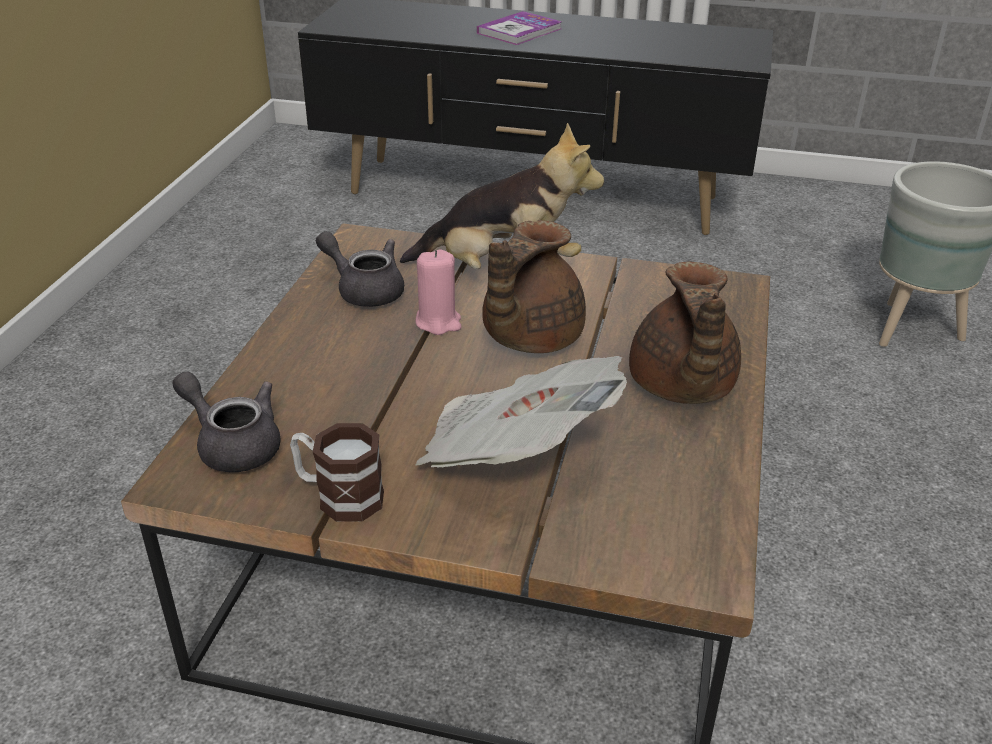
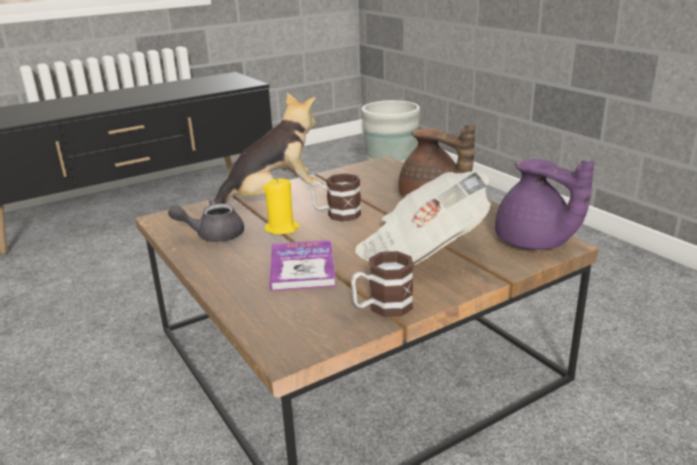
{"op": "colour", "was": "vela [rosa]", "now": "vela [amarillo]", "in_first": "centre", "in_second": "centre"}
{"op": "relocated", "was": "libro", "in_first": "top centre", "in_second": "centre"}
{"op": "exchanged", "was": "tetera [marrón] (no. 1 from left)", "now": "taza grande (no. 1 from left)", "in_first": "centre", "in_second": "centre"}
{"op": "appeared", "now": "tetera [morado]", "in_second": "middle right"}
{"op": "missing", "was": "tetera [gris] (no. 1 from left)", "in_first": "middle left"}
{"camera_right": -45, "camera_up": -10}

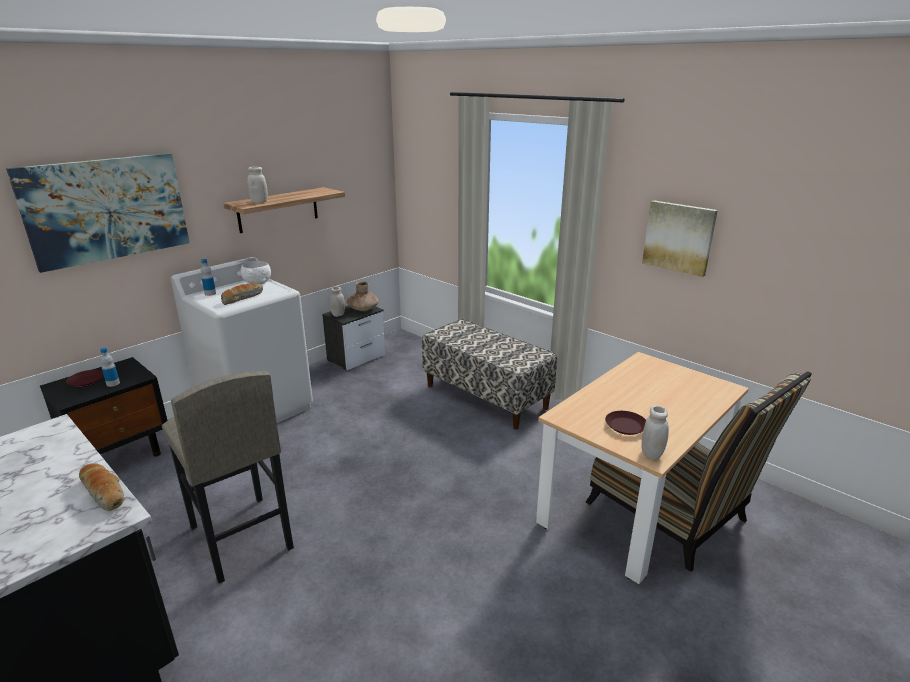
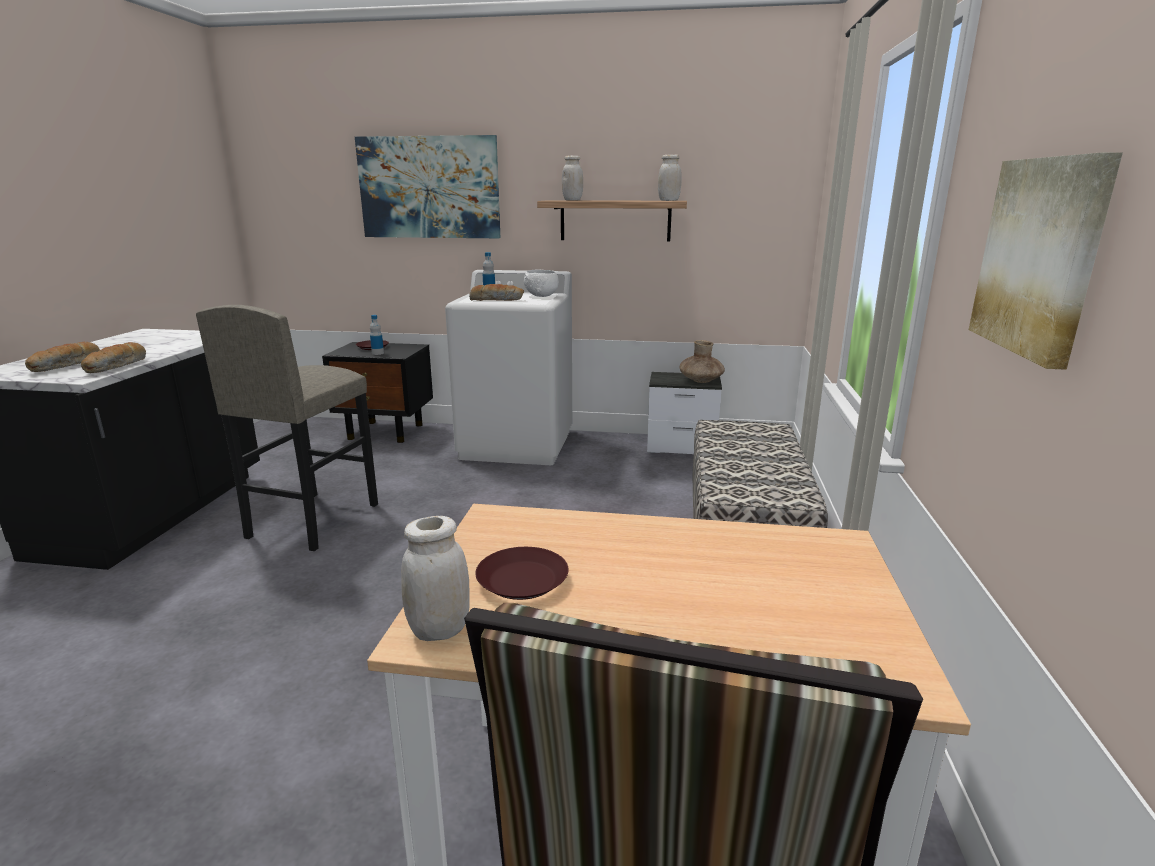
{"op": "appeared", "now": "pan (no. 1 from left)", "in_second": "middle left"}
{"op": "relocated", "was": "tarro [blanco] (no. 2 from left in the first image)", "now": "tarro [blanco] (no. 3 from left)", "in_first": "centre", "in_second": "top centre"}
{"camera_right": 55, "camera_up": -5}

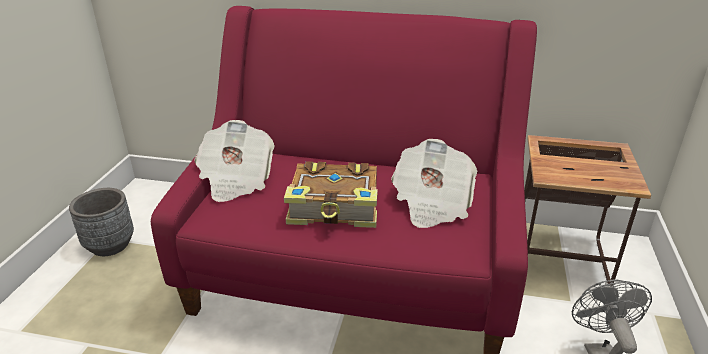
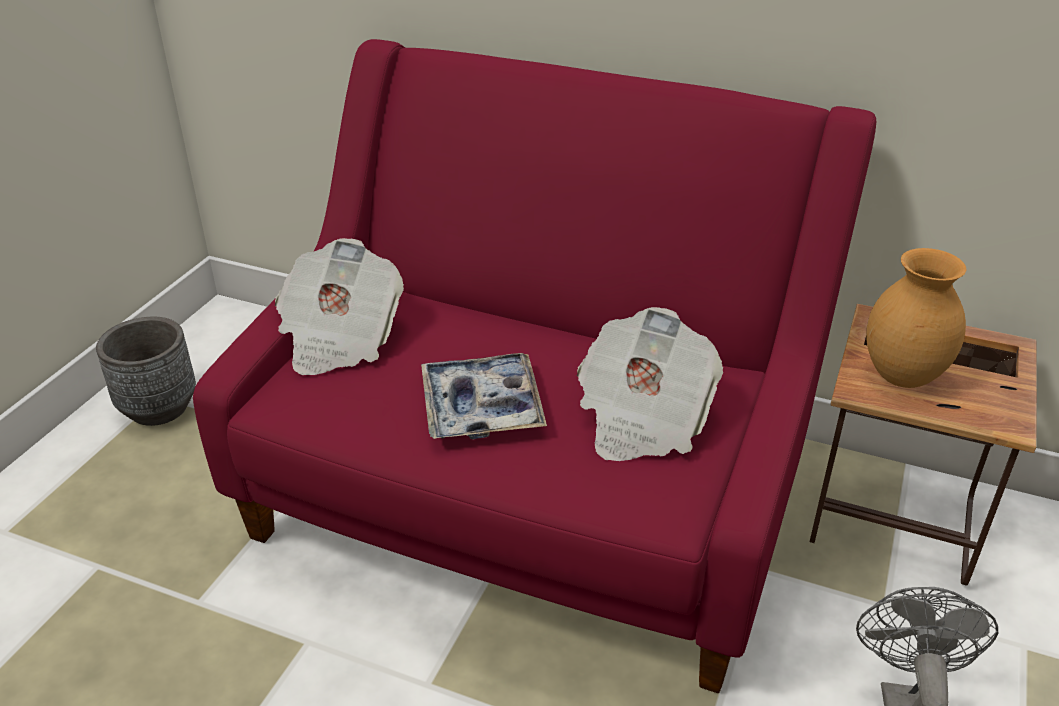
{"op": "exchanged", "was": "libro", "now": "bandeja", "in_first": "centre", "in_second": "centre"}
{"op": "appeared", "now": "florero [marrón]", "in_second": "middle right"}
{"camera_right": 10, "camera_up": 5}

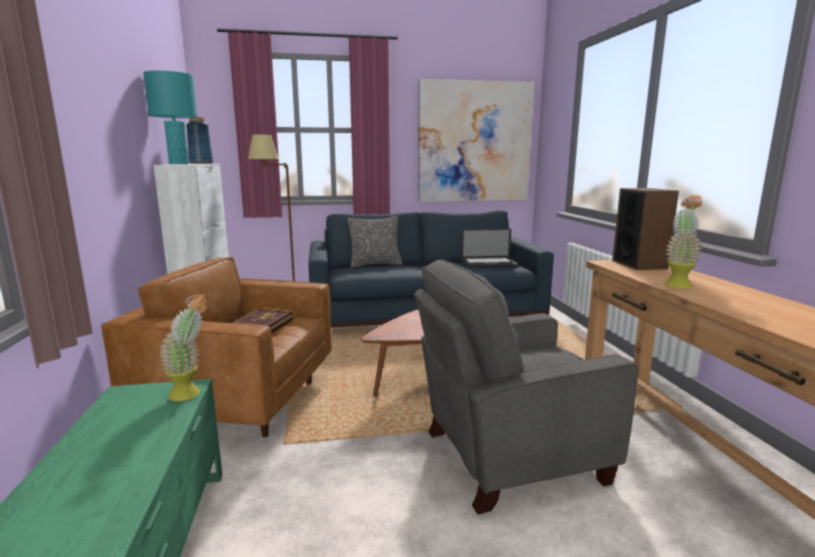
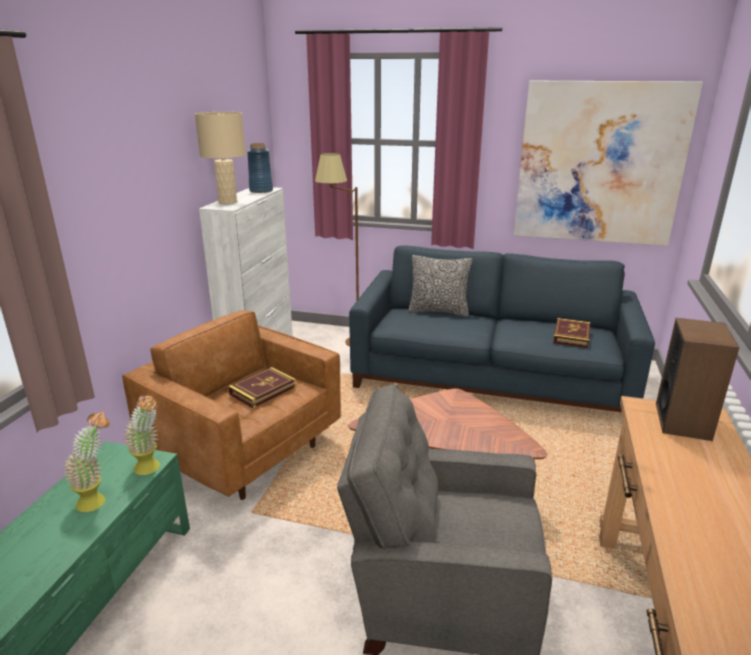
{"op": "relocated", "was": "planta en maceta (no. 2 from left in the first image)", "now": "planta en maceta (no. 1 from left)", "in_first": "middle right", "in_second": "bottom left"}
{"op": "colour", "was": "lámpara de mesa [turquesa]", "now": "lámpara de mesa [beis]", "in_first": "top left", "in_second": "top left"}
{"op": "exchanged", "was": "portátil", "now": "libro (no. 2 from left)", "in_first": "centre", "in_second": "middle right"}
{"camera_right": 25, "camera_up": 10}

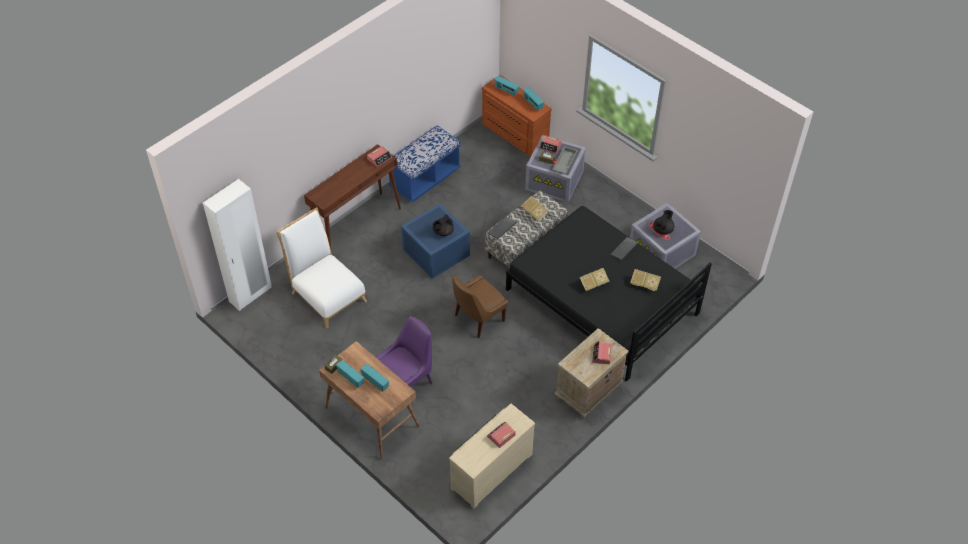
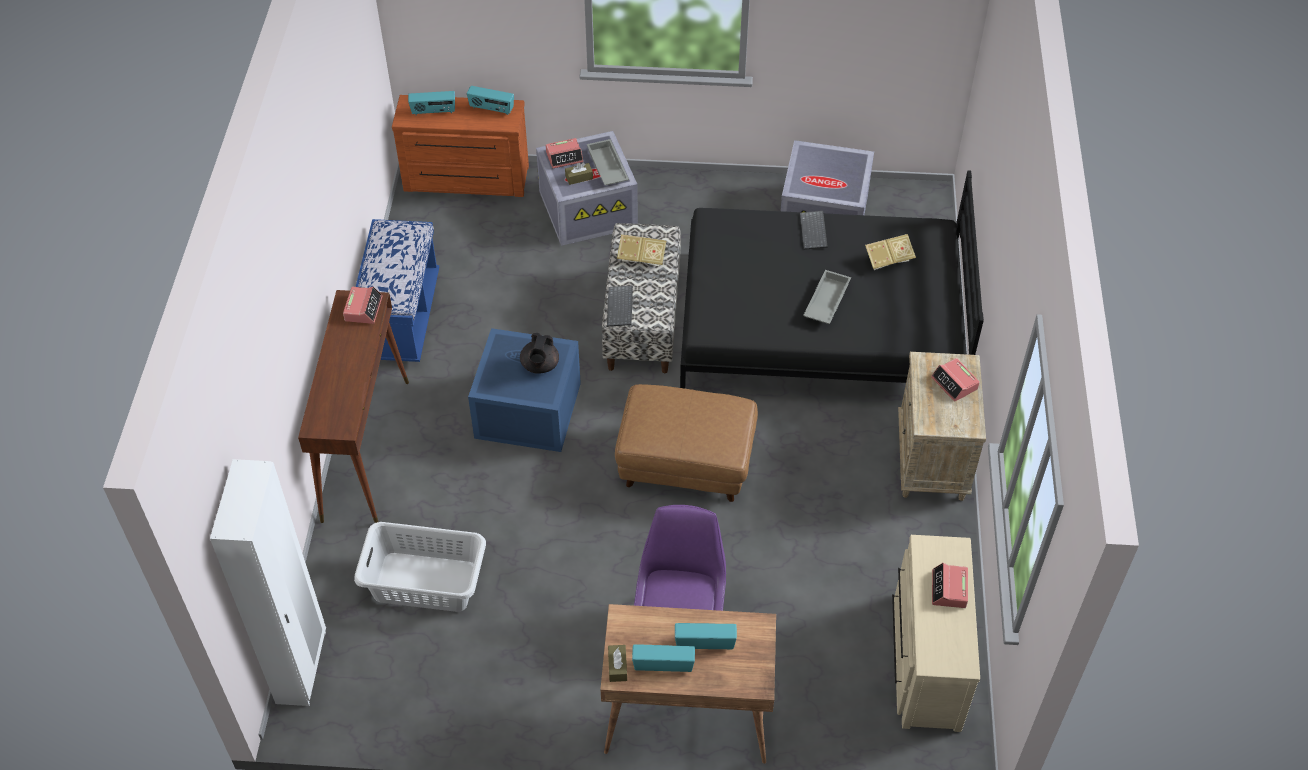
{"op": "exchanged", "was": "silla [blanco]", "now": "cesto de la ropa [gris]", "in_first": "middle left", "in_second": "bottom left"}
{"op": "exchanged", "was": "silla [marrón]", "now": "puf [marrón]", "in_first": "centre", "in_second": "centre"}
{"op": "exchanged", "was": "libro (no. 2 from left)", "now": "bandeja [gris] (no. 2 from left)", "in_first": "centre", "in_second": "centre"}
{"op": "missing", "was": "tetera [negro] (no. 2 from left)", "in_first": "middle right"}
{"camera_right": -40, "camera_up": 0}

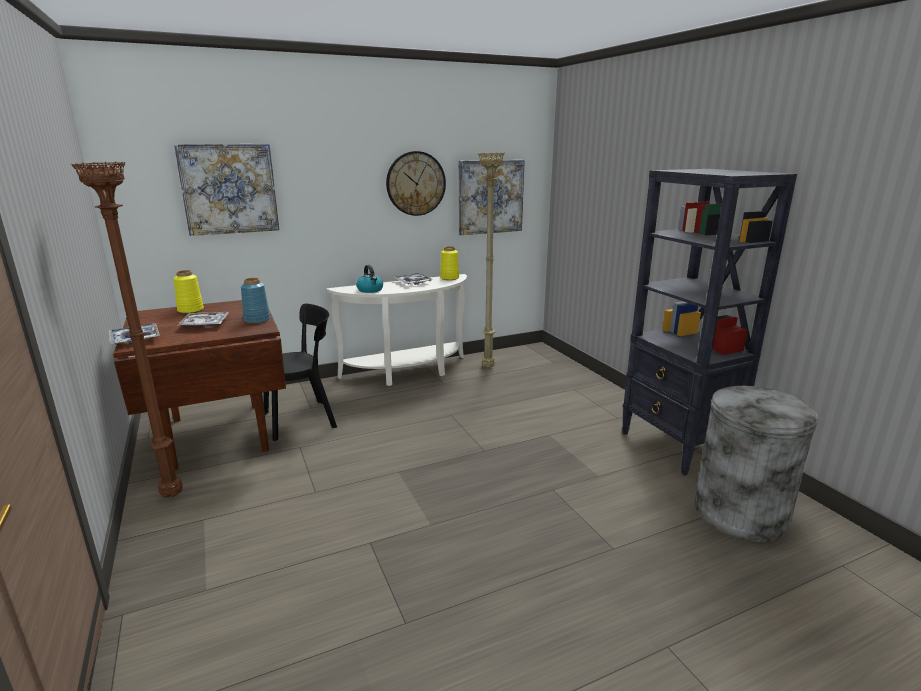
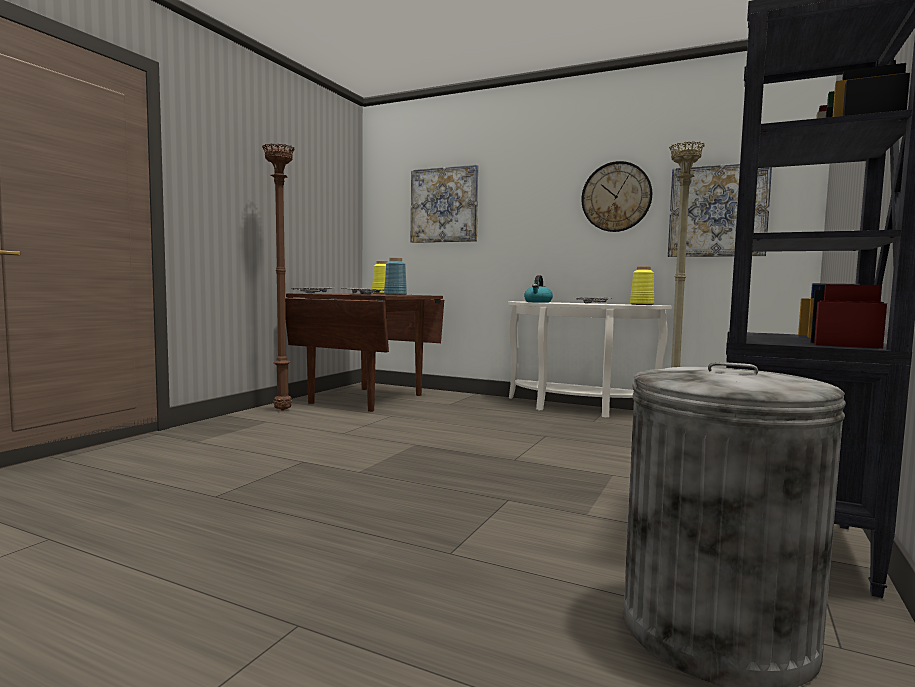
{"op": "missing", "was": "silla [negro]", "in_first": "middle left"}
{"camera_right": 50, "camera_up": -15}

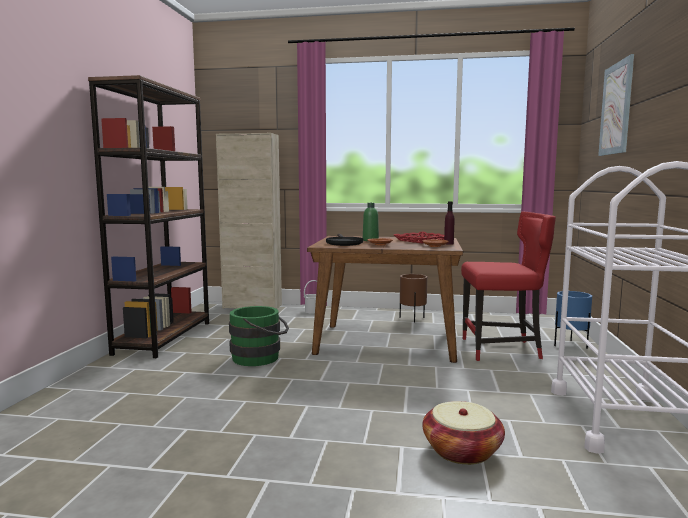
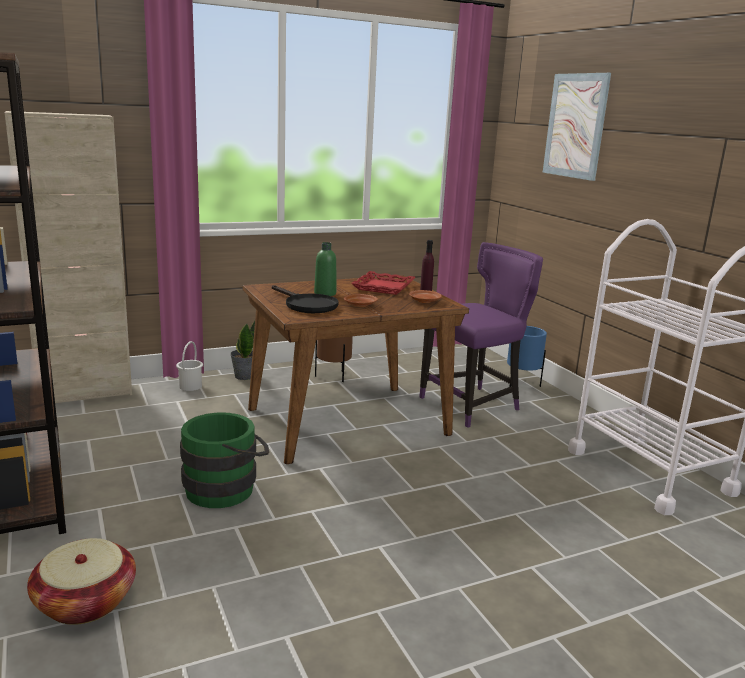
{"op": "relocated", "was": "cesta", "in_first": "bottom right", "in_second": "bottom left"}
{"op": "appeared", "now": "planta en maceta", "in_second": "middle left"}
{"op": "colour", "was": "silla [rojo]", "now": "silla [morado]", "in_first": "middle right", "in_second": "centre"}
{"camera_right": -35, "camera_up": 10}

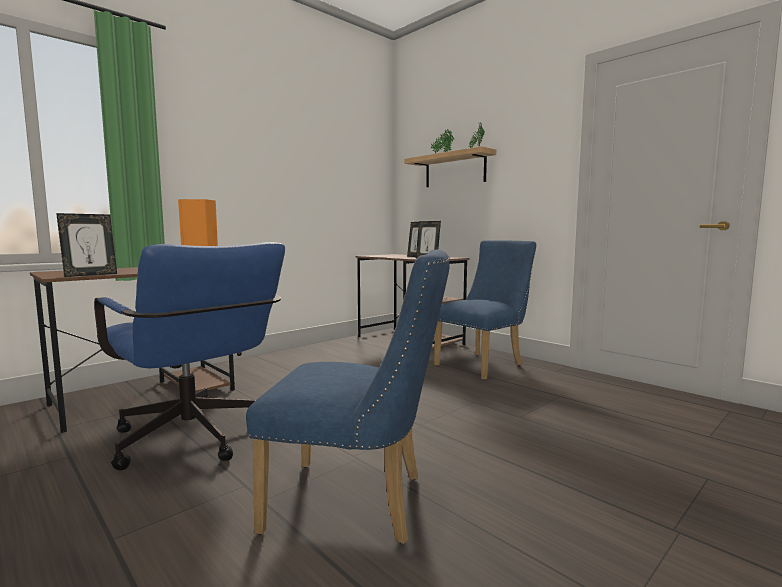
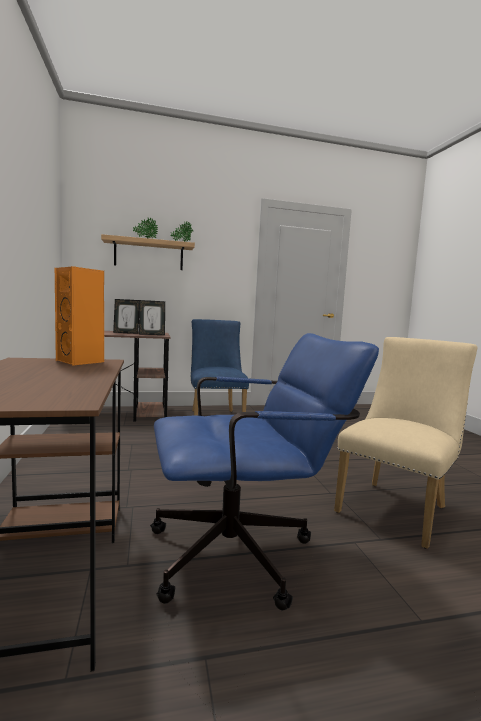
{"op": "colour", "was": "silla [azul] (no. 1 from left)", "now": "silla [beis]", "in_first": "bottom centre", "in_second": "middle right"}
{"op": "missing", "was": "portarretratos (no. 1 from left)", "in_first": "middle left"}
{"camera_right": -60, "camera_up": 0}

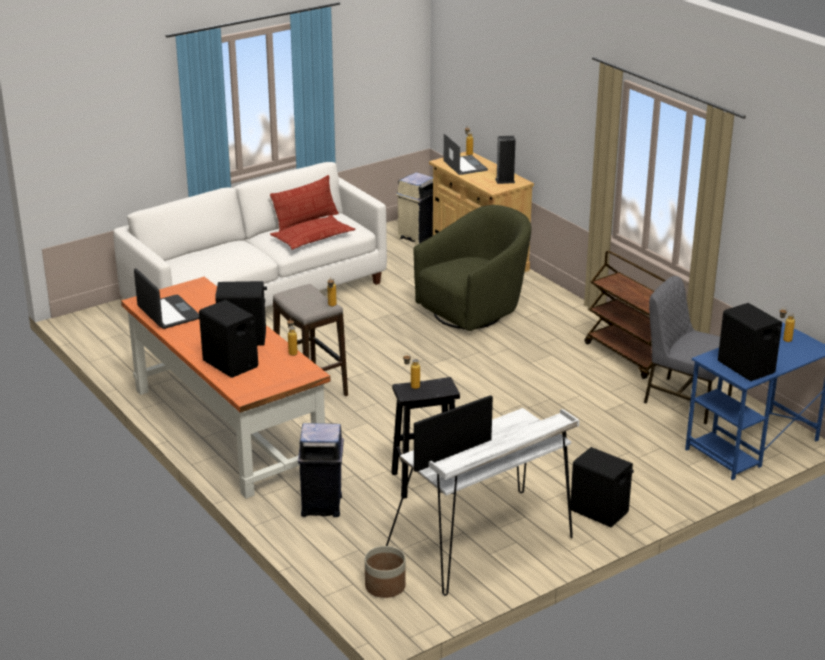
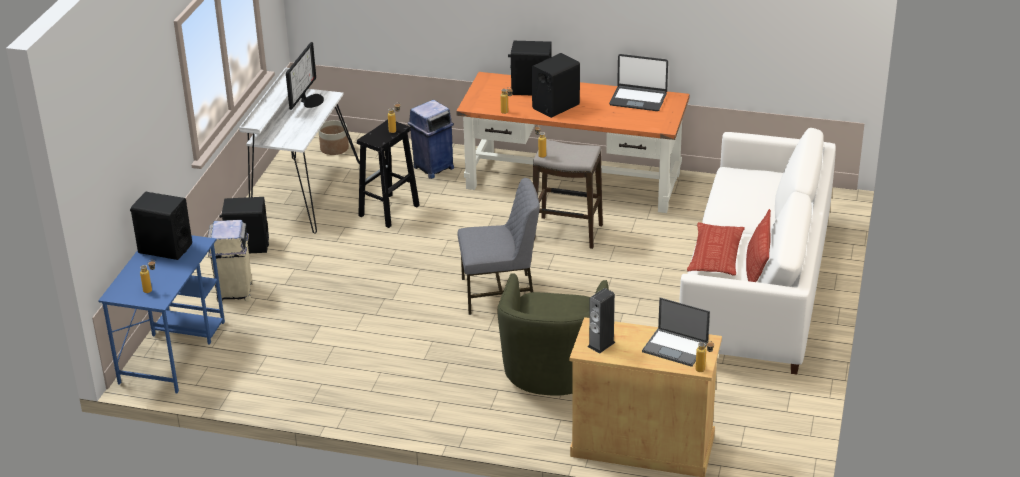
{"op": "relocated", "was": "papelera [beis]", "in_first": "top centre", "in_second": "middle left"}
{"op": "relocated", "was": "silla [gris]", "in_first": "middle right", "in_second": "centre"}
{"op": "missing", "was": "carrito [marrón]", "in_first": "middle right"}
{"camera_right": 140, "camera_up": 5}

